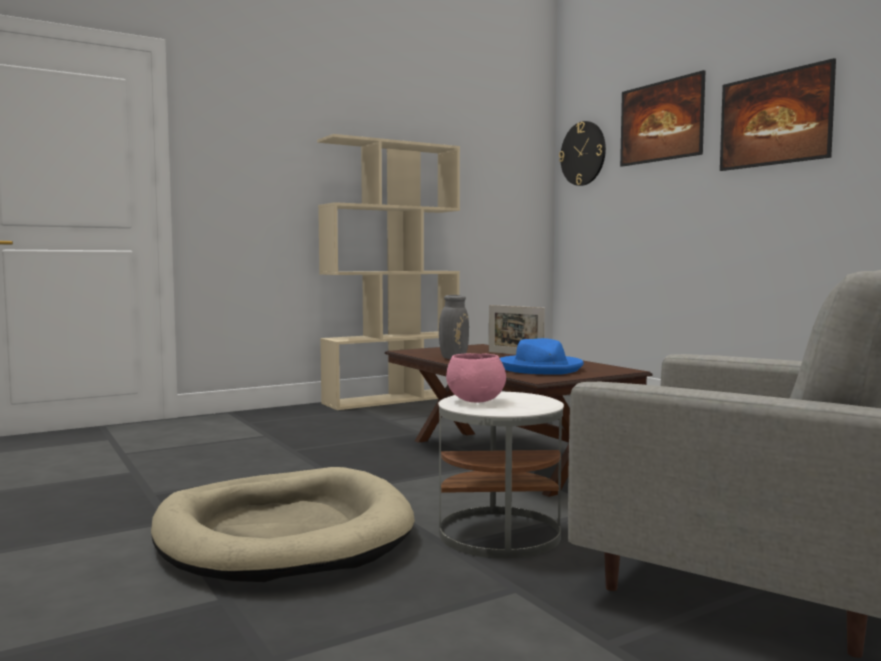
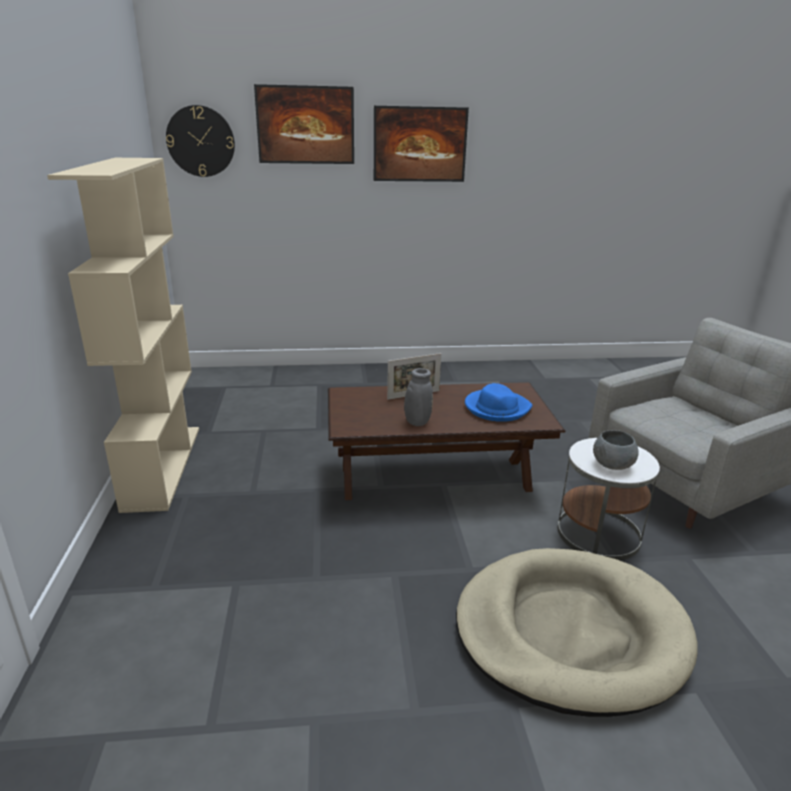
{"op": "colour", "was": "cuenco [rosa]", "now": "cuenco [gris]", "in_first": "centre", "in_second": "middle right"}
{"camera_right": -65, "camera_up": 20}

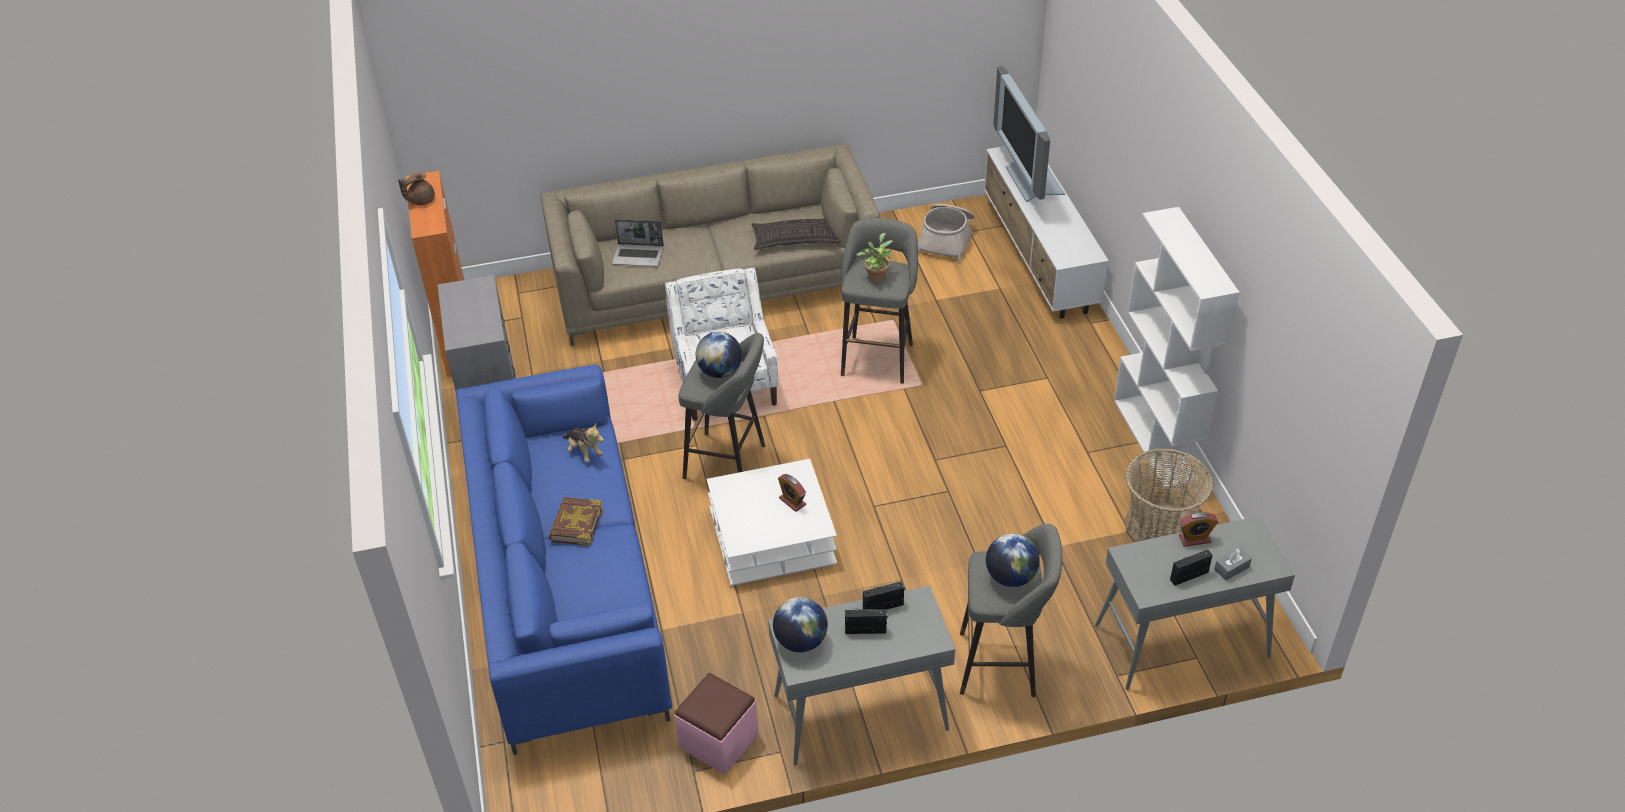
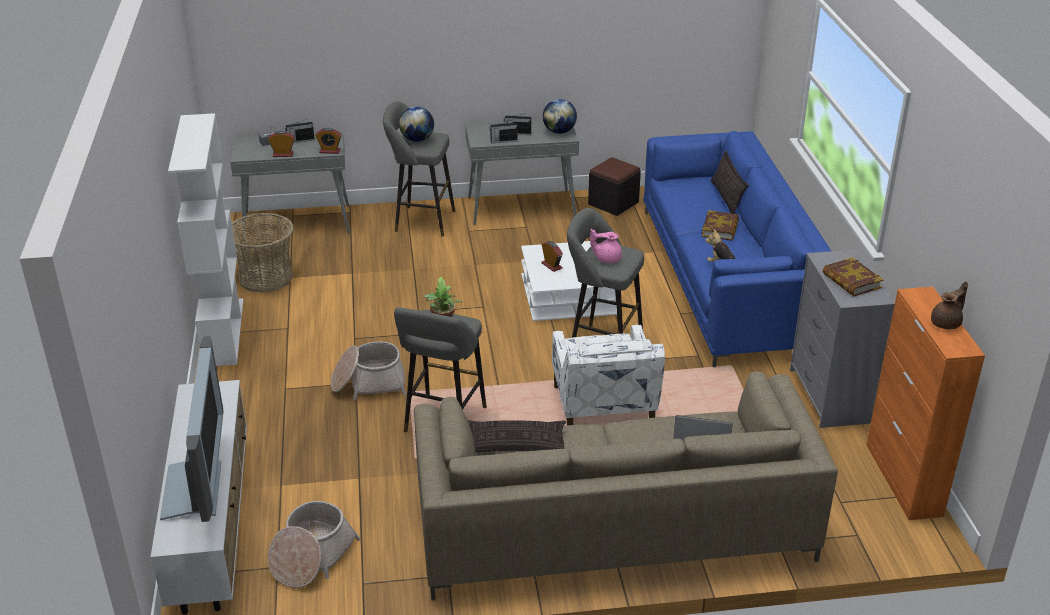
{"op": "appeared", "now": "despertador (no. 2 from left)", "in_second": "top left"}
{"op": "appeared", "now": "cesta (no. 3 from left)", "in_second": "centre"}
{"op": "colour", "was": "puf [rosa]", "now": "puf [negro]", "in_first": "bottom centre", "in_second": "top centre"}
{"op": "exchanged", "was": "globo terráqueo (no. 1 from left)", "now": "tetera [rosa]", "in_first": "centre", "in_second": "centre"}
{"op": "appeared", "now": "cojín (no. 2 from left)", "in_second": "top right"}
{"op": "appeared", "now": "libro (no. 2 from left)", "in_second": "middle right"}
{"camera_right": -175, "camera_up": -10}

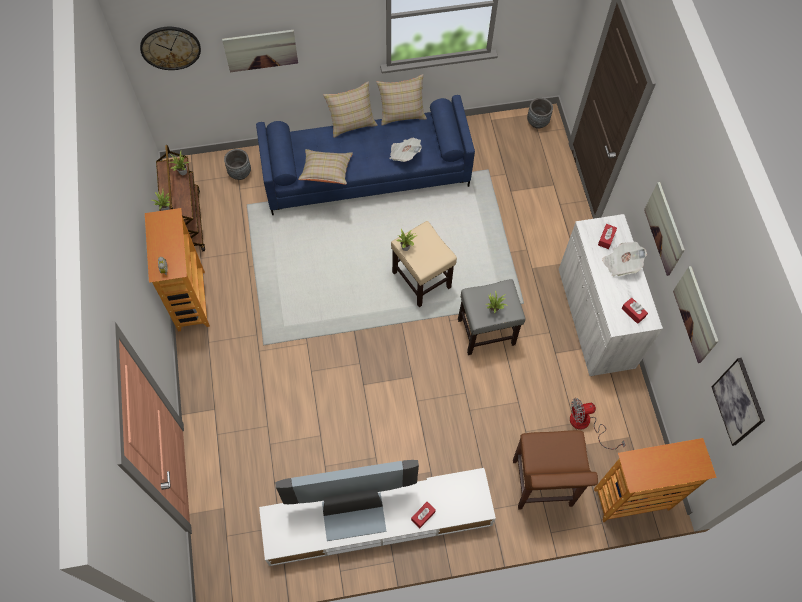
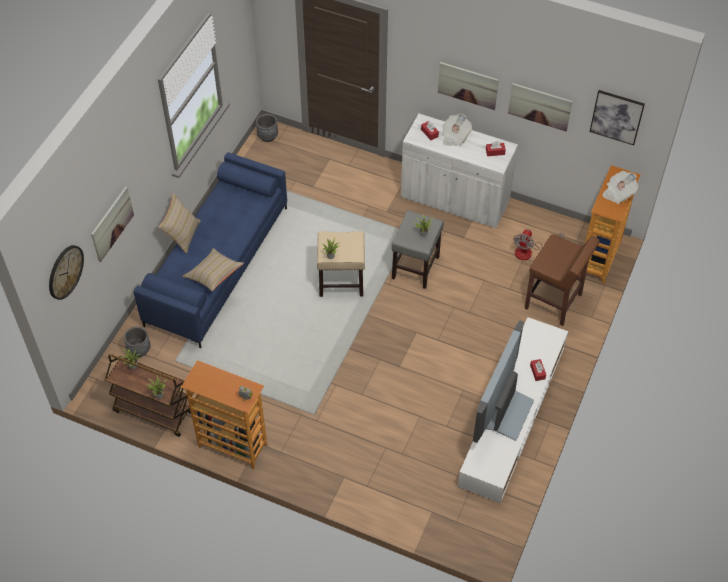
{"op": "relocated", "was": "periódico (no. 1 from left in the first image)", "now": "periódico (no. 2 from left)", "in_first": "top centre", "in_second": "top right"}
{"op": "missing", "was": "cojín [beis] (no. 3 from left)", "in_first": "top centre"}
{"camera_right": -55, "camera_up": -10}

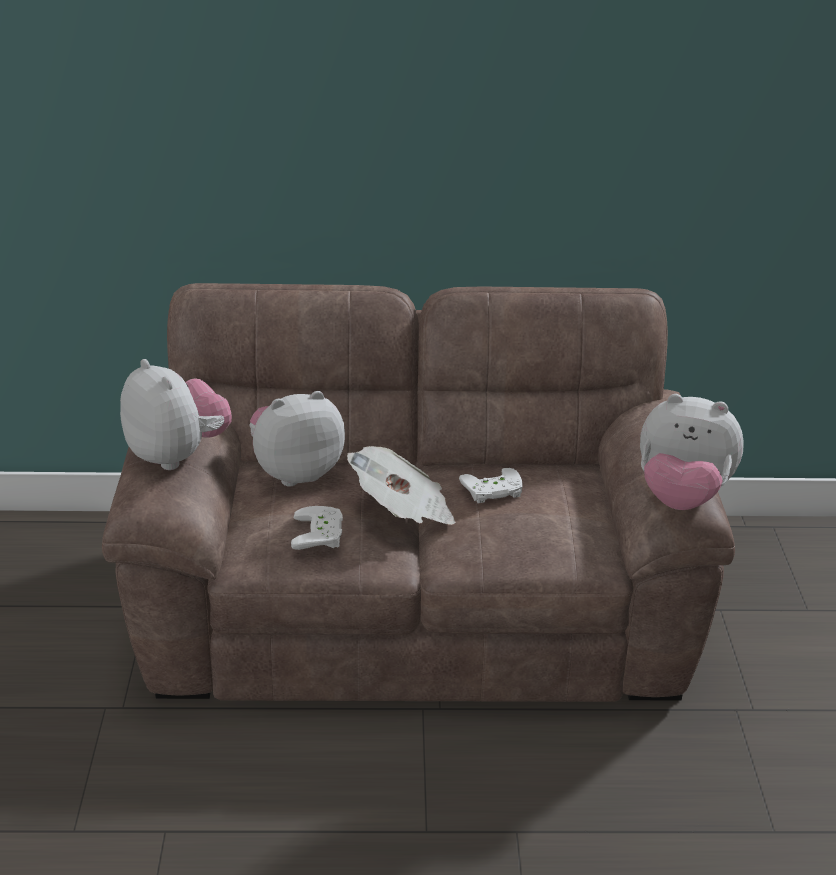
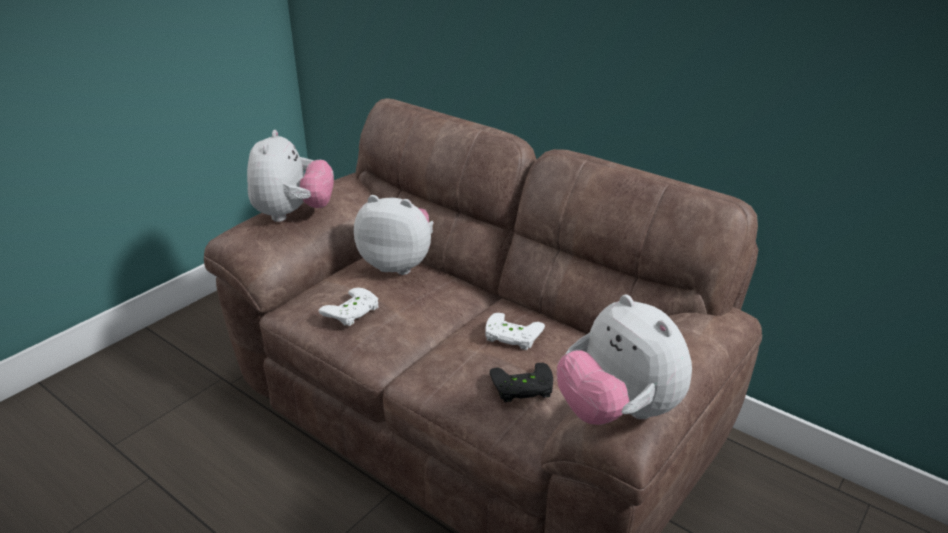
{"op": "appeared", "now": "mando de consola [negro]", "in_second": "bottom centre"}
{"op": "missing", "was": "periódico", "in_first": "centre"}
{"camera_right": 40, "camera_up": 0}

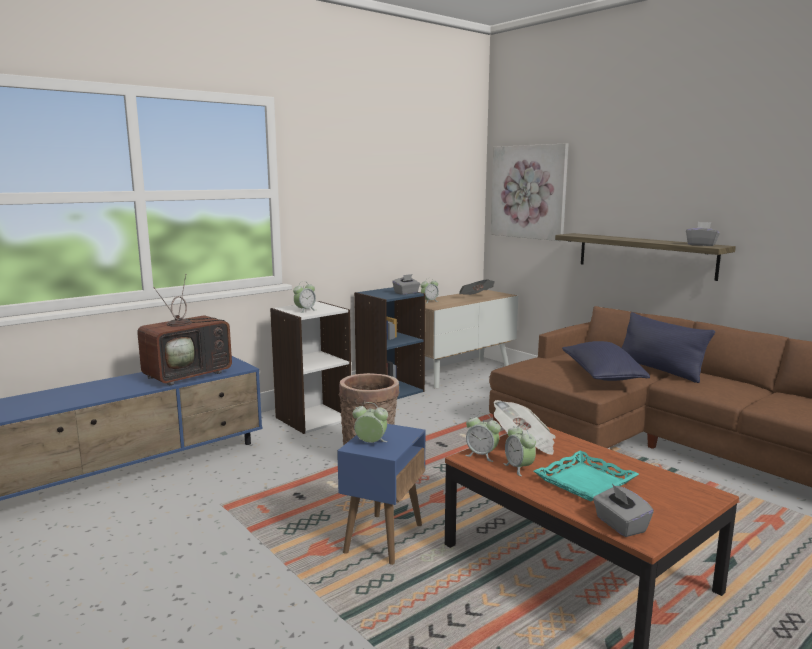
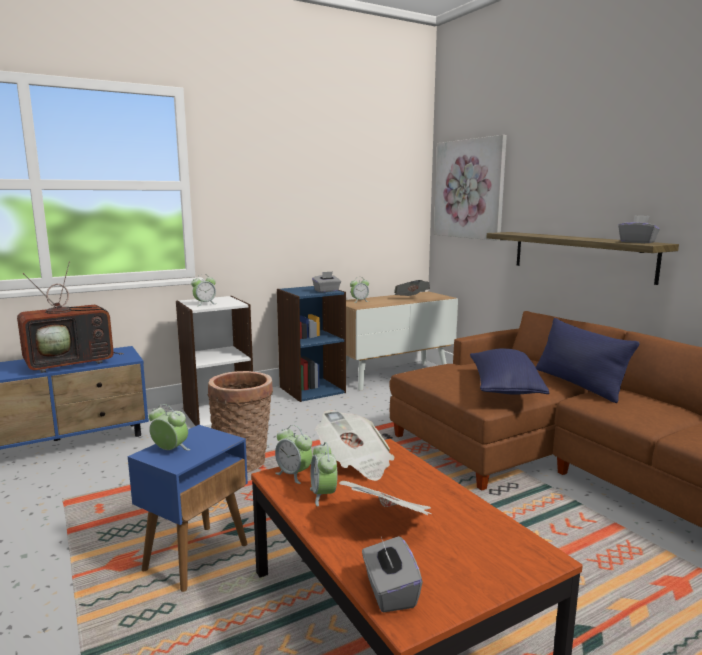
{"op": "exchanged", "was": "bandeja [turquesa]", "now": "periódico (no. 2 from left)", "in_first": "bottom right", "in_second": "bottom centre"}
{"camera_right": 10, "camera_up": 0}

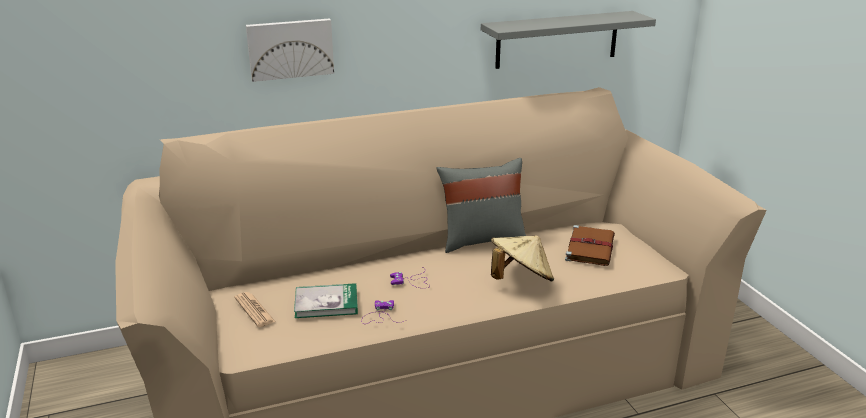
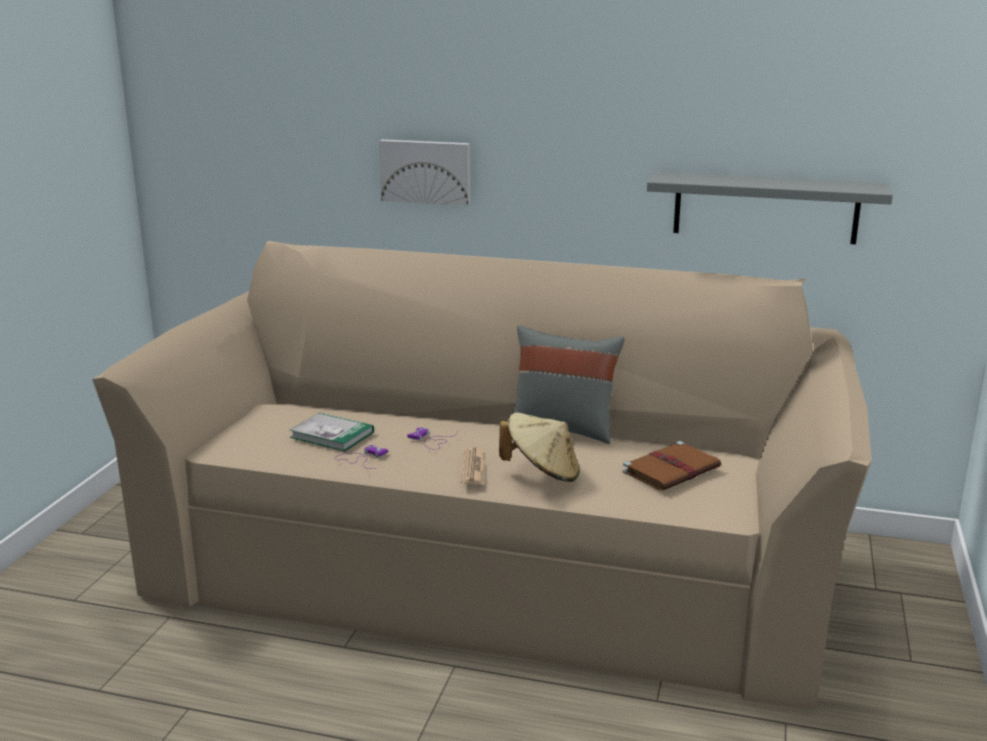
{"op": "relocated", "was": "periódico", "in_first": "bottom left", "in_second": "centre"}
{"camera_right": 35, "camera_up": -5}

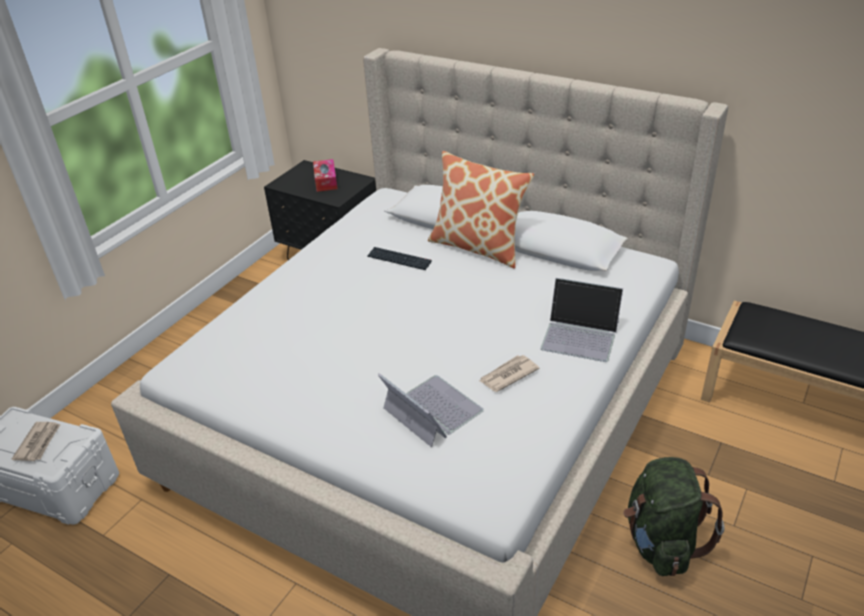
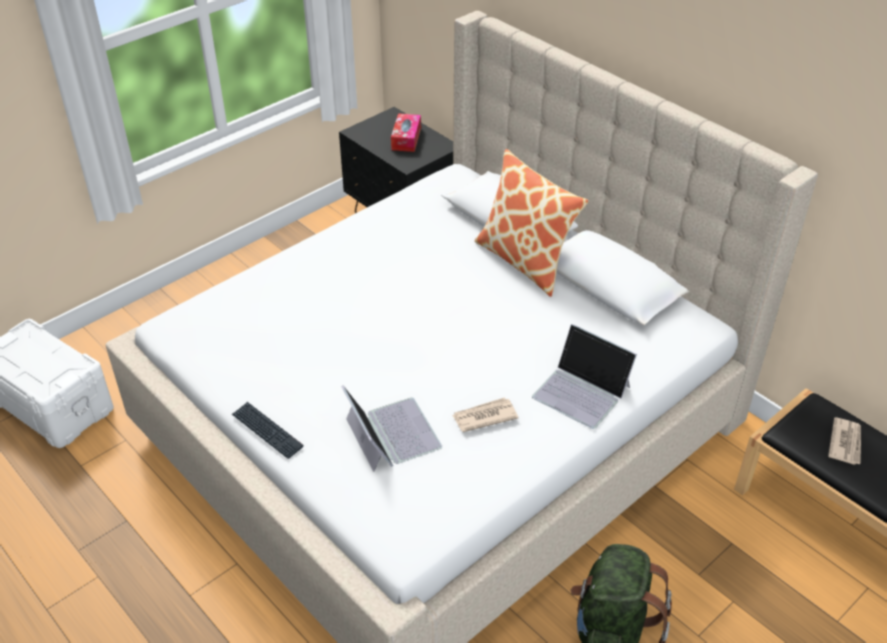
{"op": "relocated", "was": "teclado", "in_first": "centre", "in_second": "bottom left"}
{"op": "relocated", "was": "periódico (no. 1 from left in the first image)", "now": "periódico (no. 2 from left)", "in_first": "bottom left", "in_second": "bottom right"}
{"camera_right": 15, "camera_up": 5}

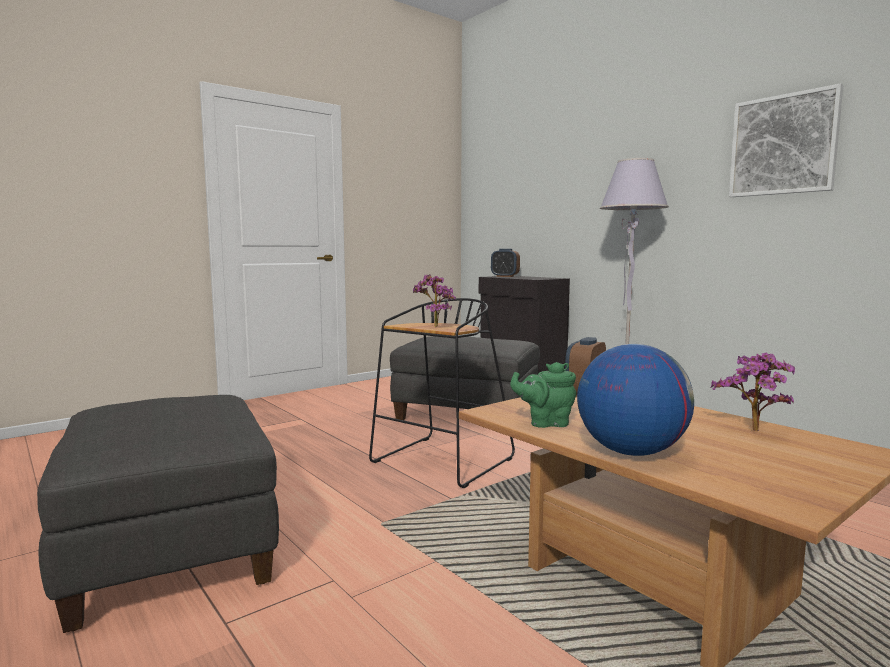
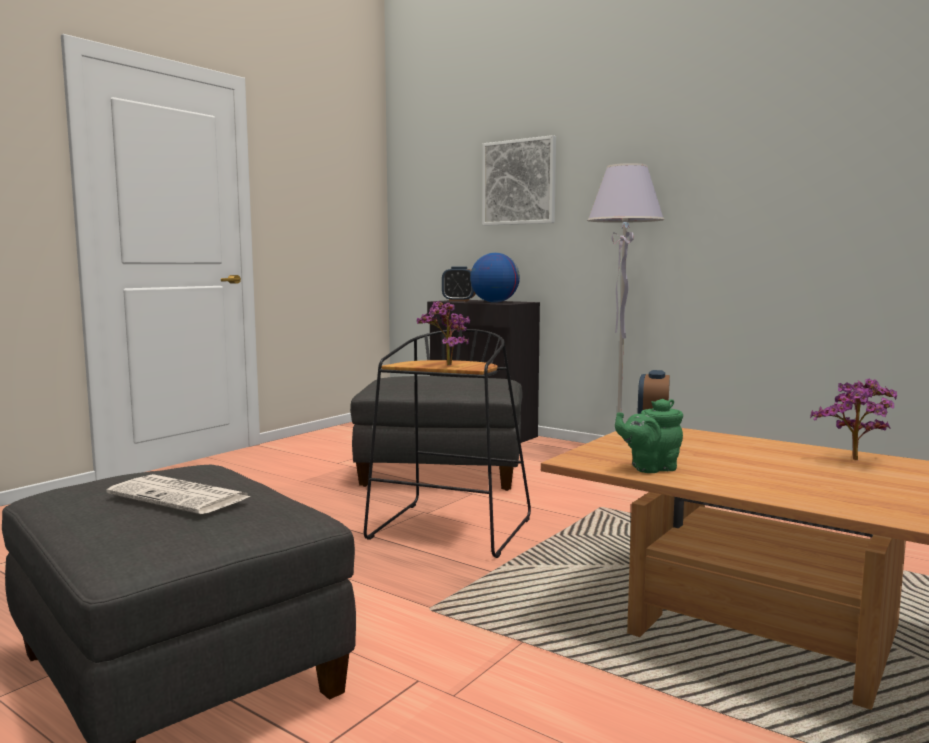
{"op": "appeared", "now": "periódico", "in_second": "middle left"}
{"op": "relocated", "was": "globo terráqueo", "in_first": "middle right", "in_second": "centre"}
{"op": "relocated", "was": "cuadro", "in_first": "top right", "in_second": "top centre"}
{"camera_right": -15, "camera_up": 0}

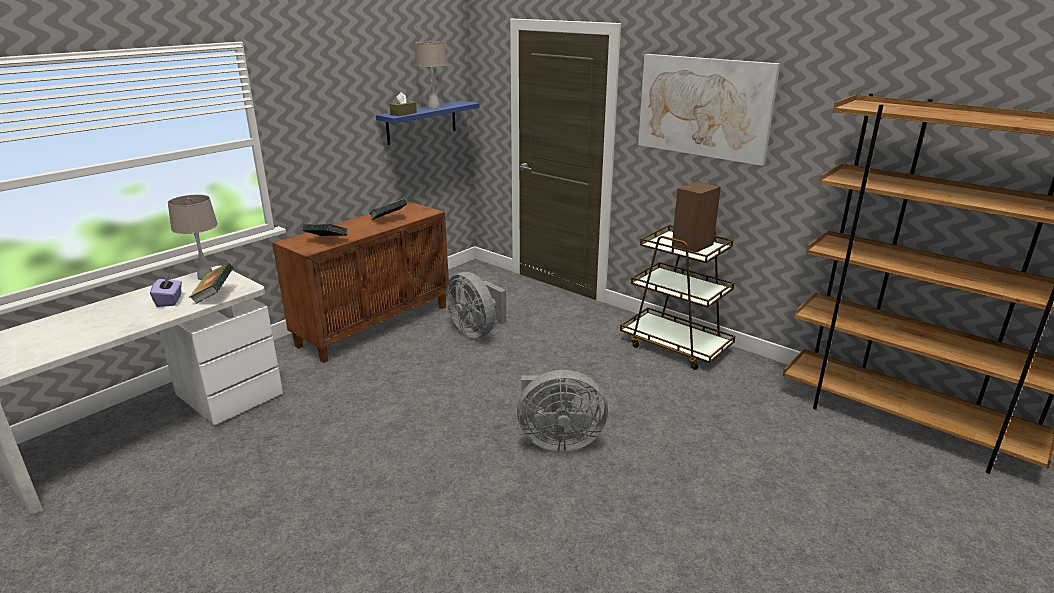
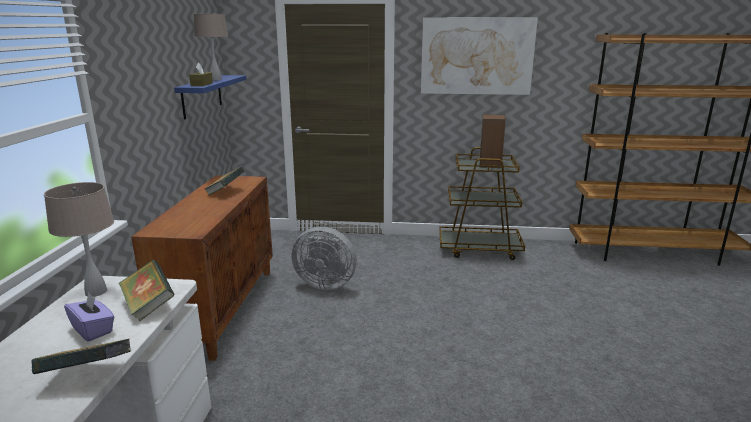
{"op": "relocated", "was": "libro (no. 2 from left in the first image)", "now": "libro (no. 1 from left)", "in_first": "middle left", "in_second": "bottom left"}
{"op": "missing", "was": "ventilador [gris] (no. 2 from left)", "in_first": "bottom centre"}
{"camera_right": -35, "camera_up": -5}

